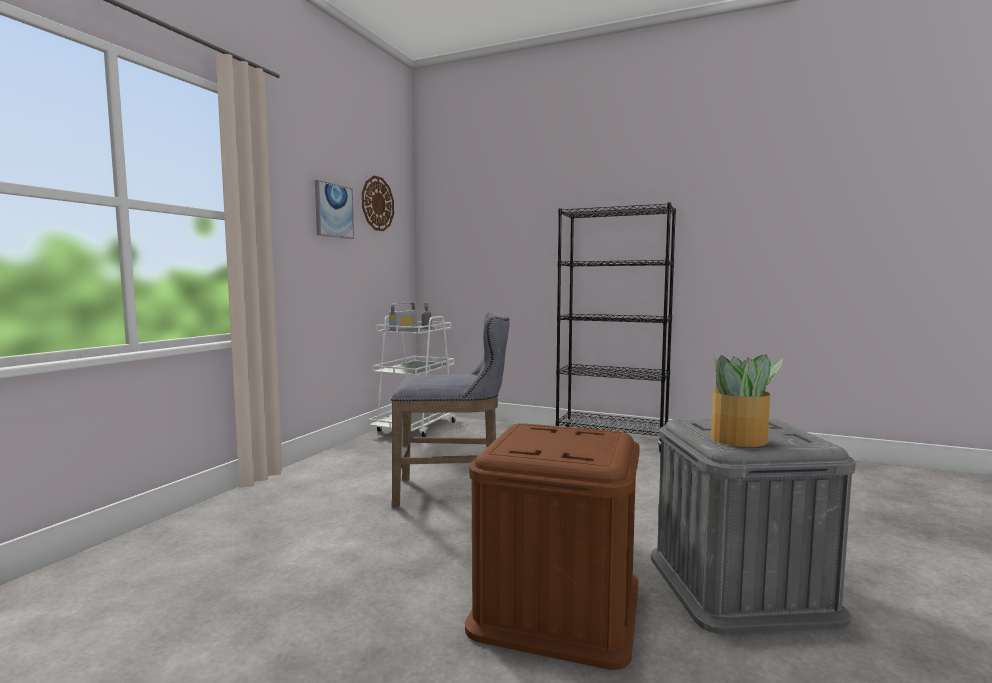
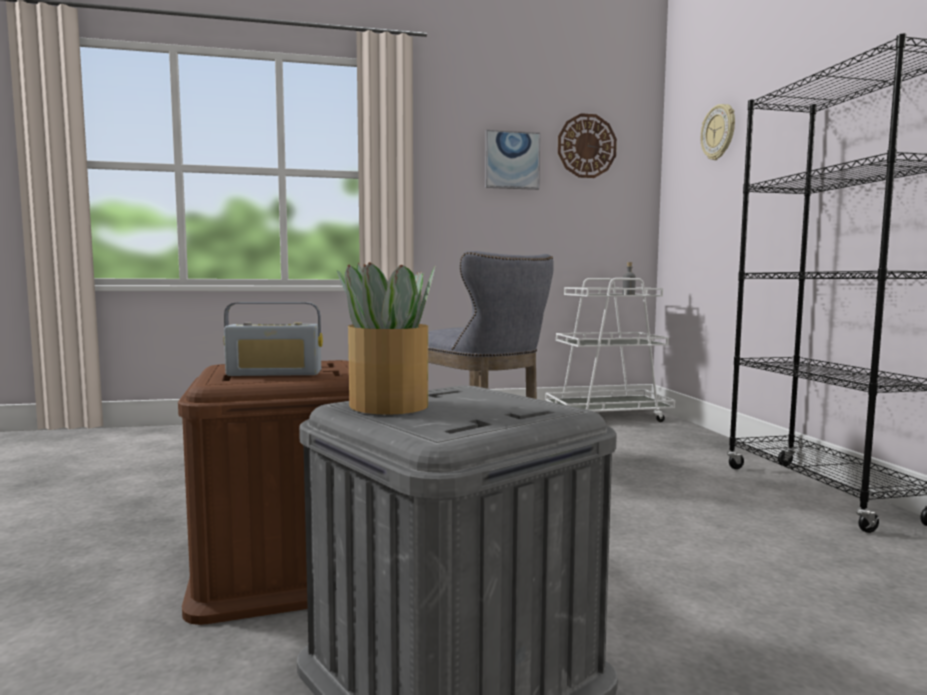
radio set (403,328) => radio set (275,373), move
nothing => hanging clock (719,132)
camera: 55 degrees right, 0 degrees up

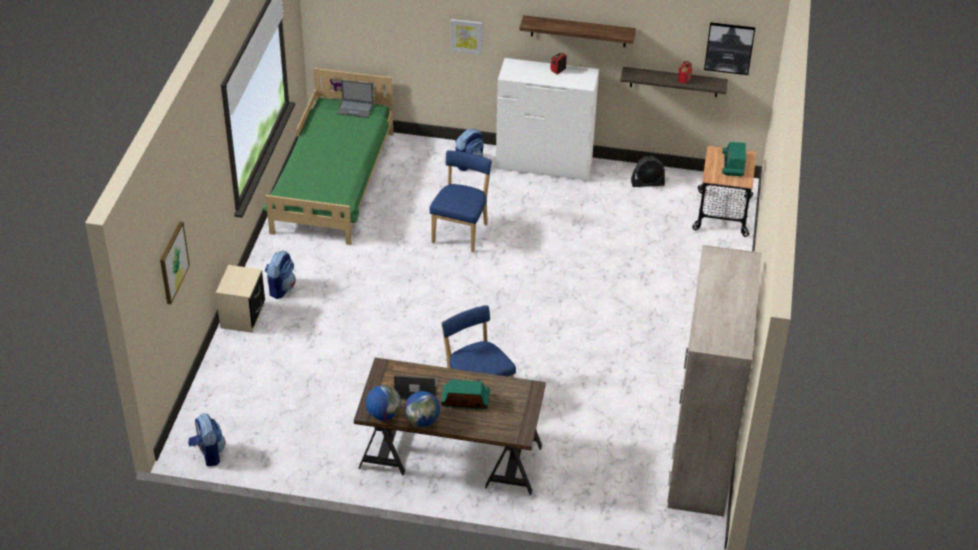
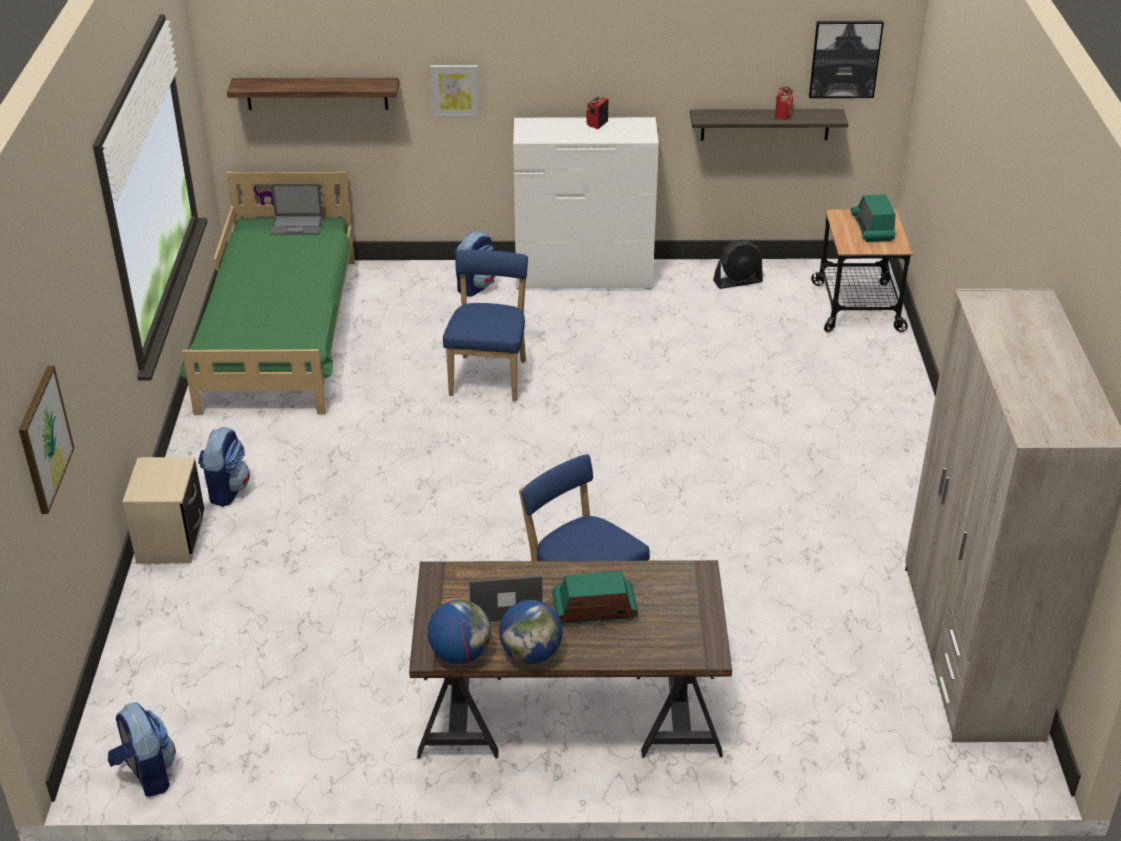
wall shelf (578,31) => wall shelf (317,93), move
camera: 10 degrees left, 5 degrees down

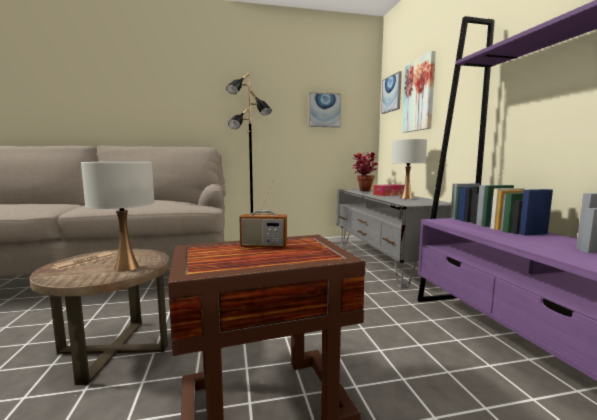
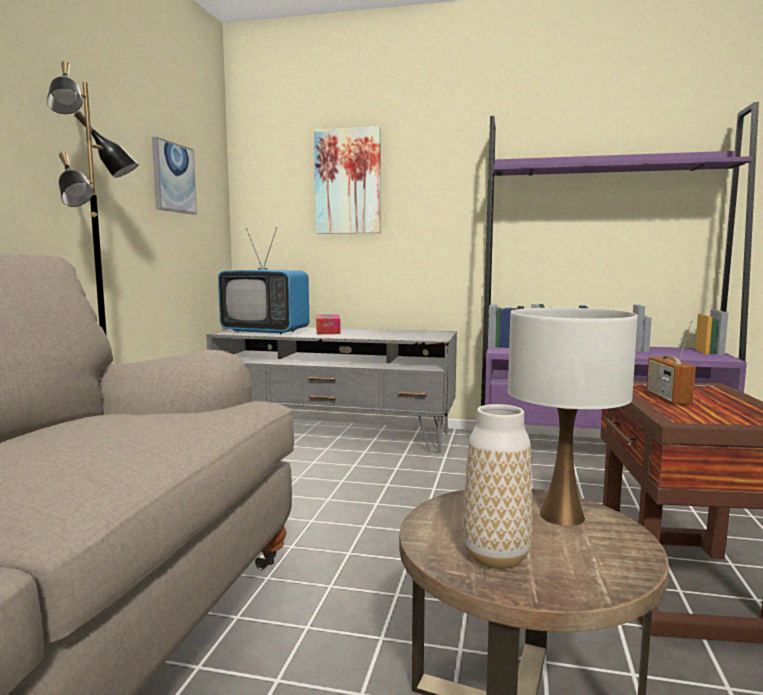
houseplant (363,191) => TV set (265,331)
printed paper (84,261) => decorative vase (495,556)
radio set (264,246) => radio set (668,398), 150 degrees clockwise
wall picture (391,93) => nothing
table lamp (white-coloured) (406,198) => nothing
camera: 65 degrees left, 0 degrees up

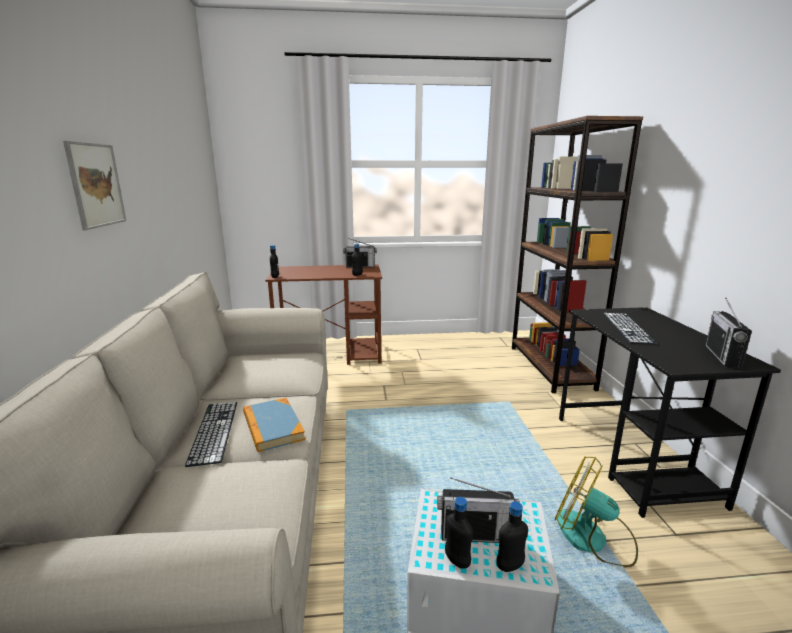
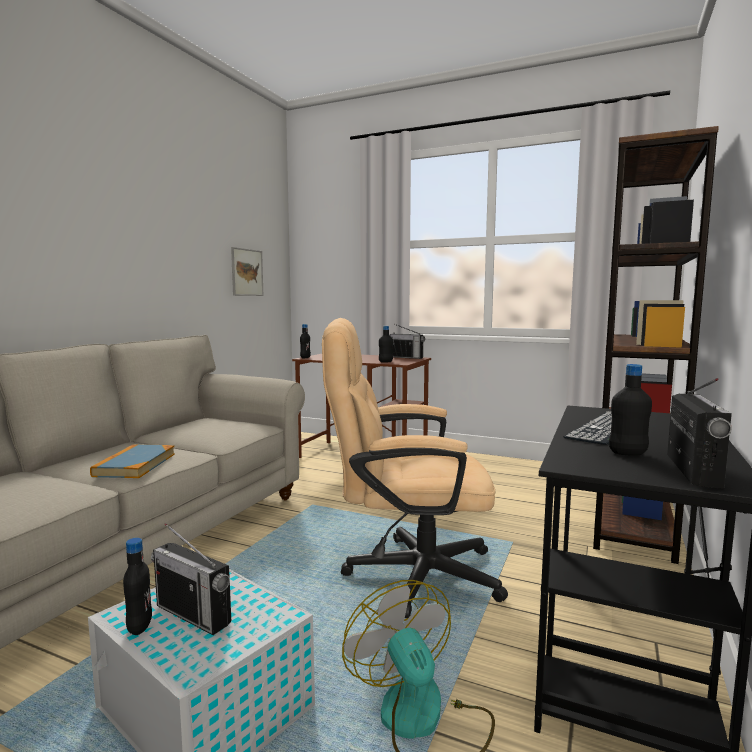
wall picture (96,185) => wall picture (247,272), move
nothing => office chair (beige) (407,574)
bottle (black-coloured) (510,566) => bottle (black-coloured) (628,453), move
radio set (722,356) => radio set (693,471), 150 degrees clockwise
computer keyboard (214,431) => nothing
camera: 30 degrees right, 10 degrees down

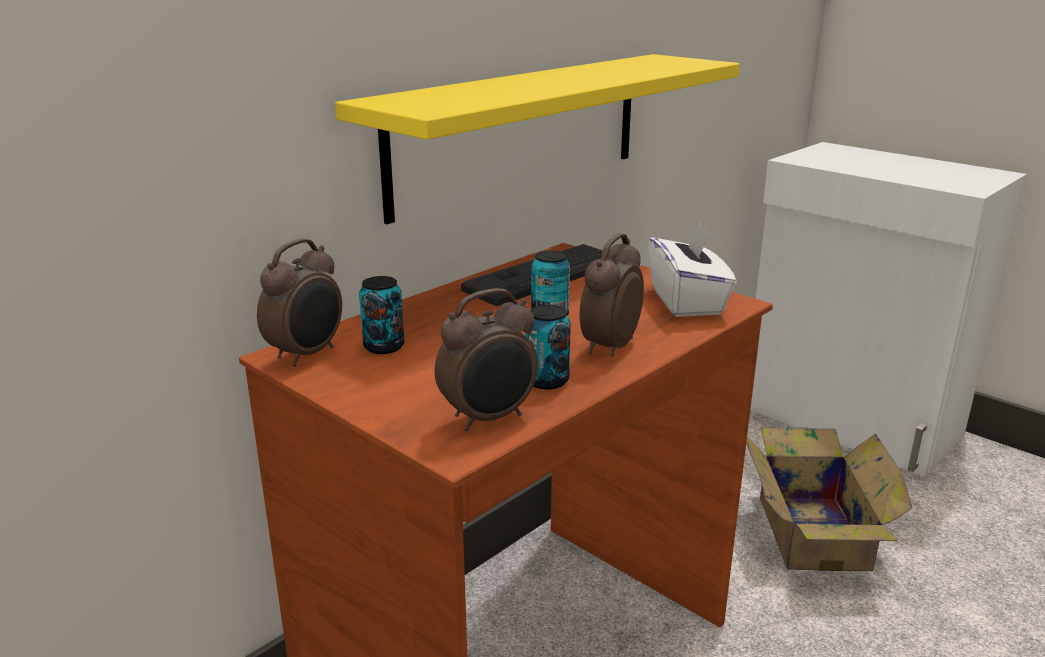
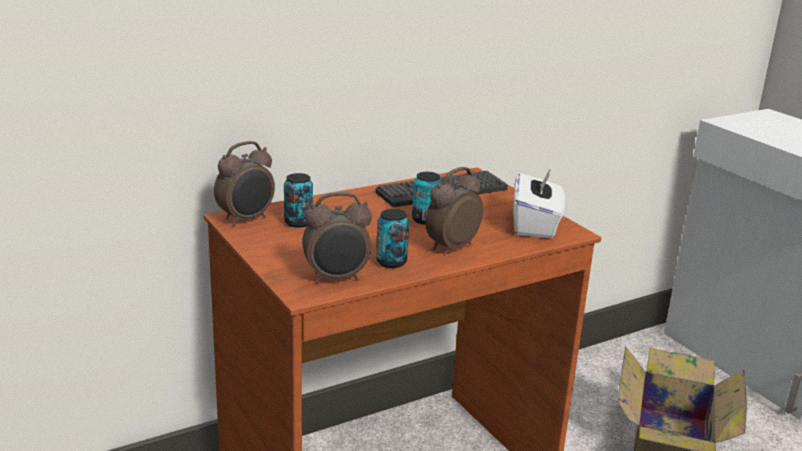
wall shelf (yellow) (520,131) => nothing
camera: 15 degrees right, 0 degrees up

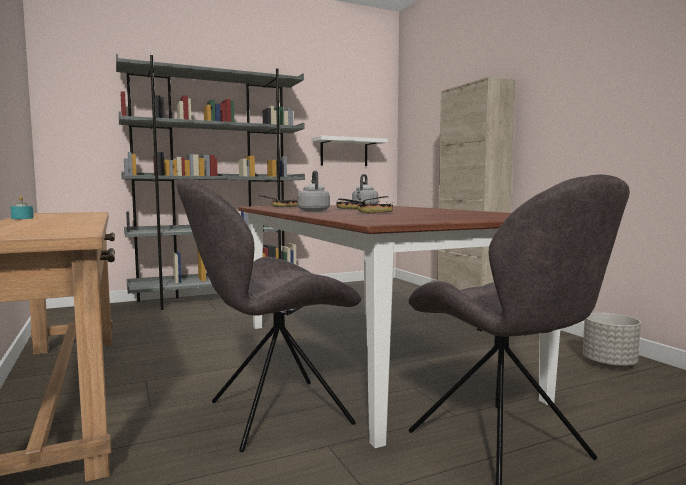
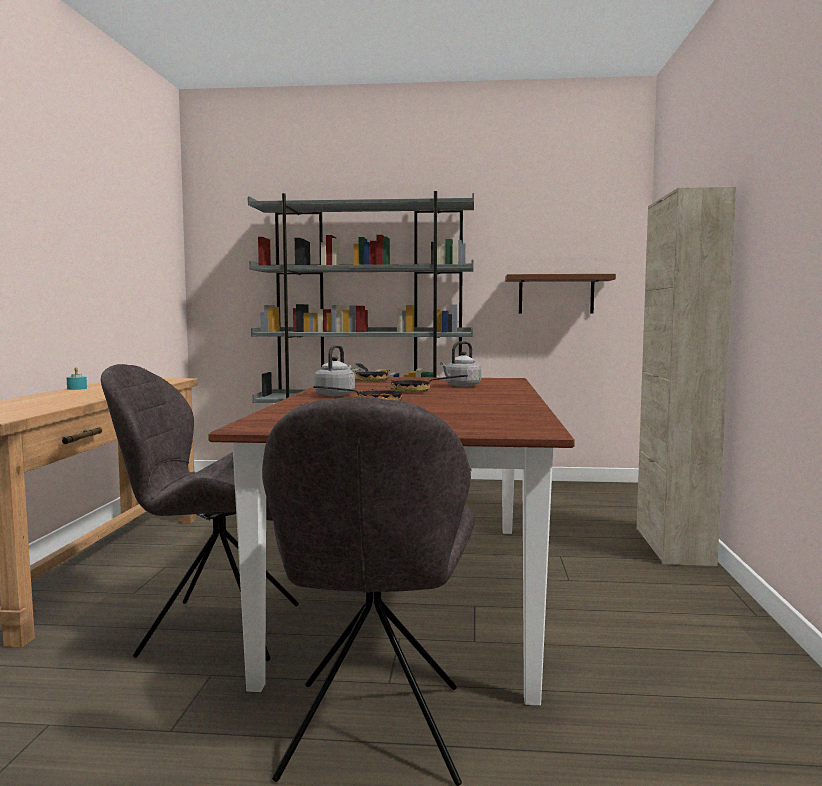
wall shelf (white-coloured) (344,152) => wall shelf (brown-coloured) (556,294)
planter (grey) (609,364) => nothing
camera: 30 degrees right, 0 degrees up

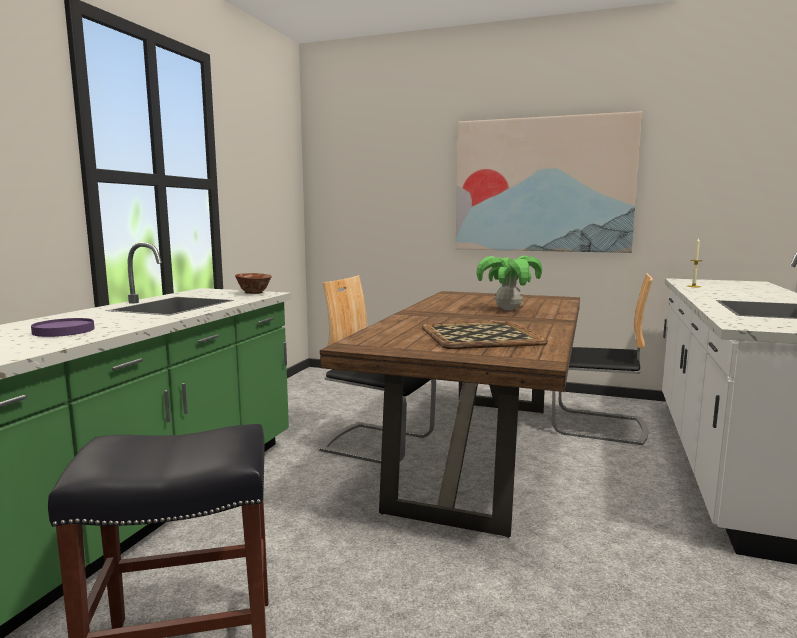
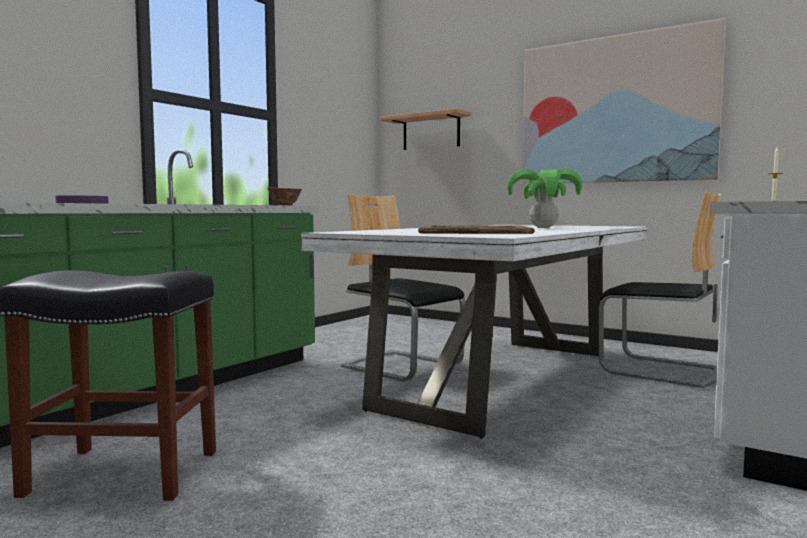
dinner table (brown-coloured) (478,453) => dinner table (white-coloured) (501,380)
nothing => wall shelf (431,132)
camera: 15 degrees right, 5 degrees down

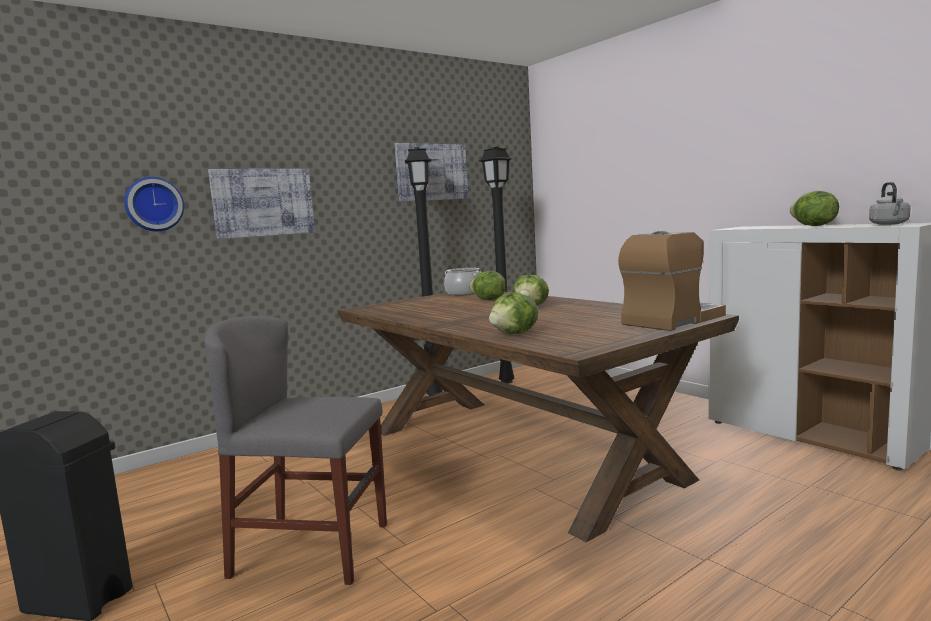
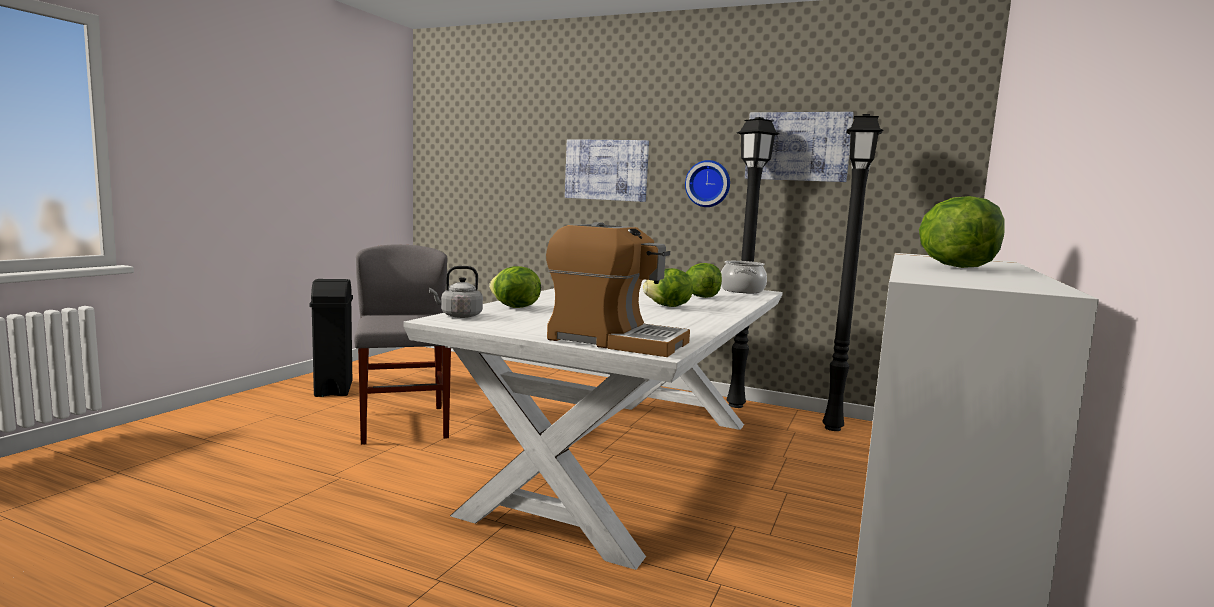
dinner table (brown-coloured) (514,452) => dinner table (white-coloured) (624,461)
kettle (grey) (889,224) => kettle (grey) (459,316), move
hanging clock (154,204) => hanging clock (708,184), move
camera: 60 degrees right, 0 degrees up

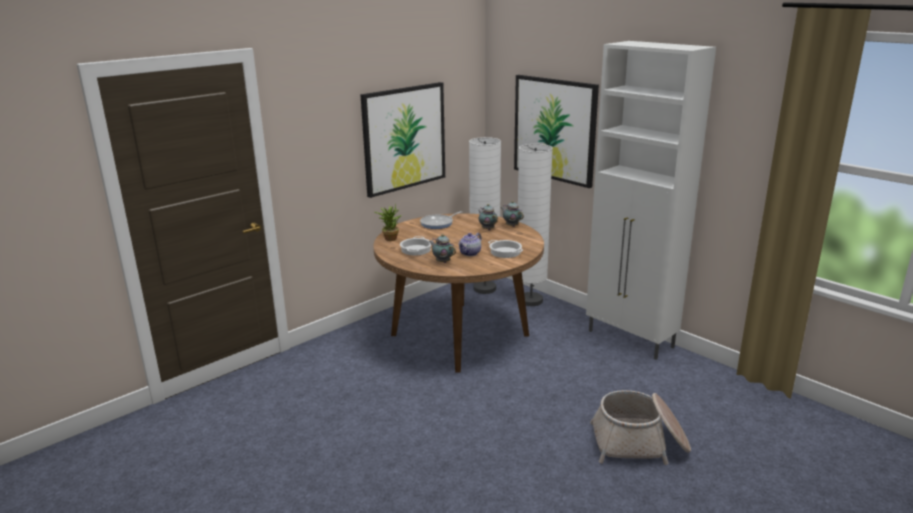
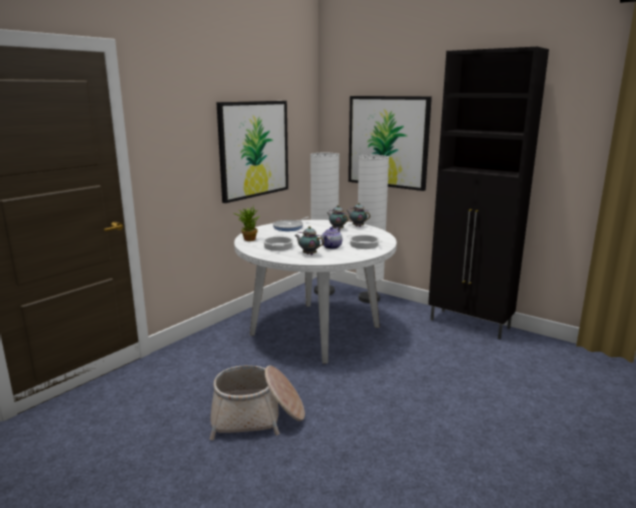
basket (639,443) => basket (257,417), move
dinner table (brown-coloured) (460,335) => dinner table (white-coloured) (315,330)
cabinet (white-coloured) (631,339) => cabinet (black-coloured) (470,324)
camera: 10 degrees left, 5 degrees down

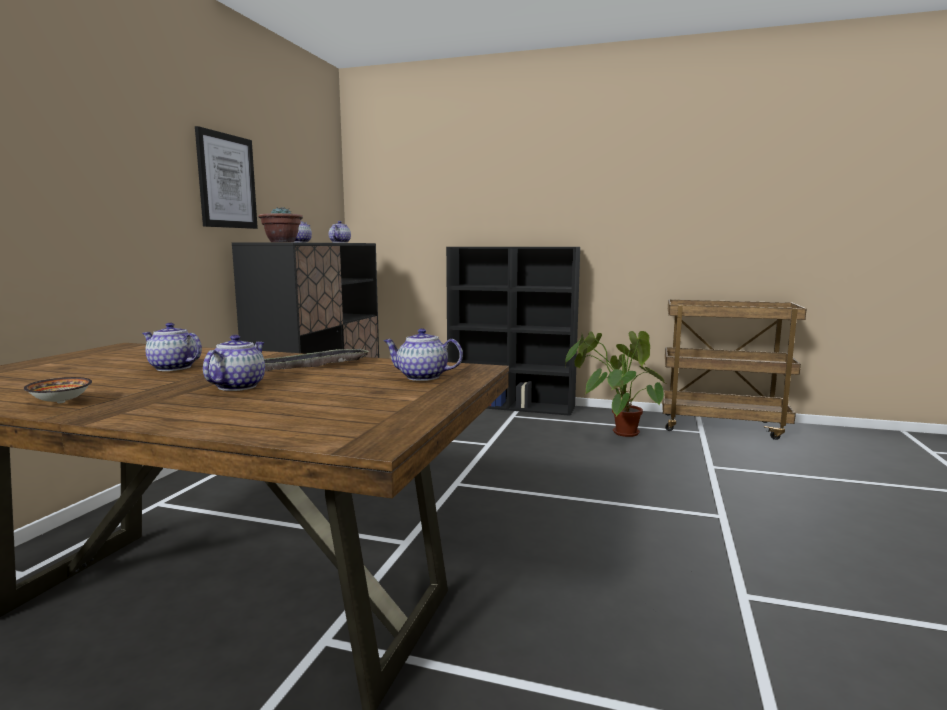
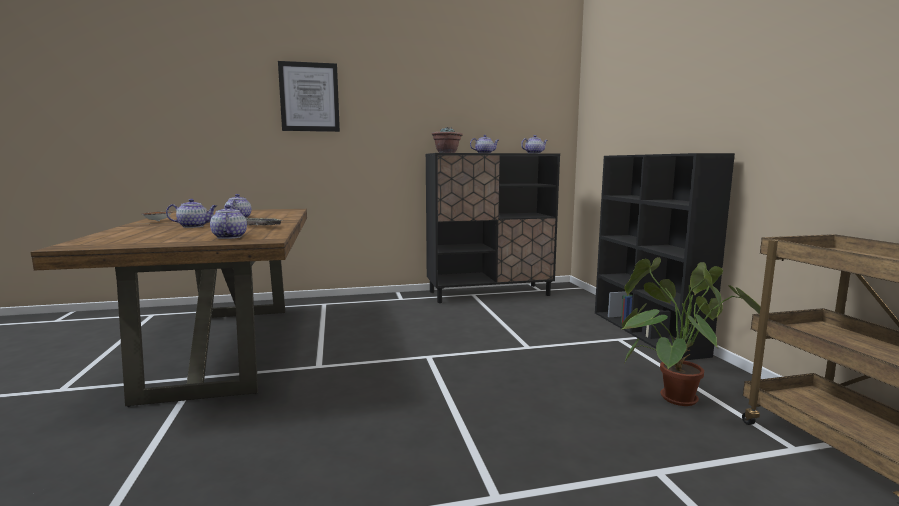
wall picture (226,181) => wall picture (309,97), move
camera: 60 degrees right, 0 degrees up

